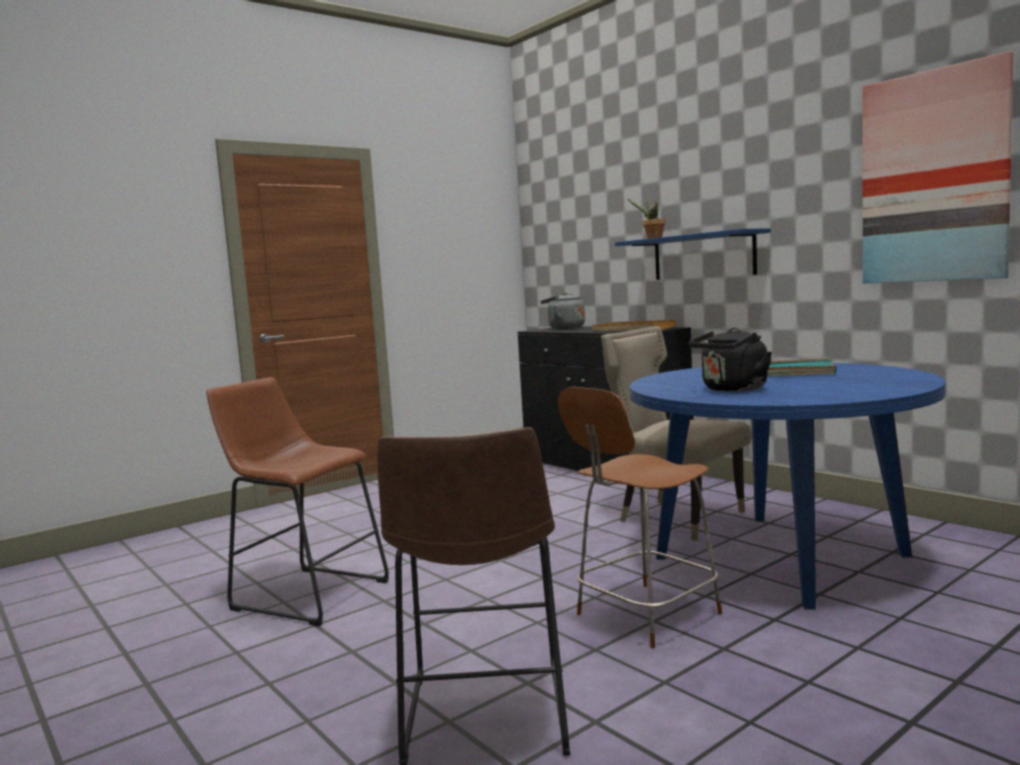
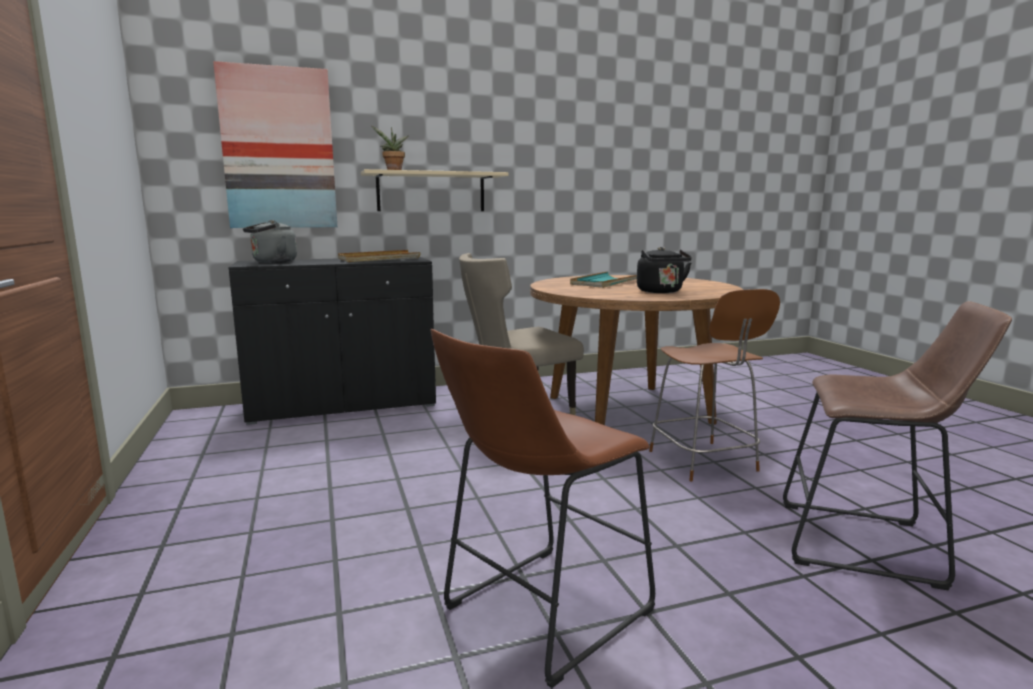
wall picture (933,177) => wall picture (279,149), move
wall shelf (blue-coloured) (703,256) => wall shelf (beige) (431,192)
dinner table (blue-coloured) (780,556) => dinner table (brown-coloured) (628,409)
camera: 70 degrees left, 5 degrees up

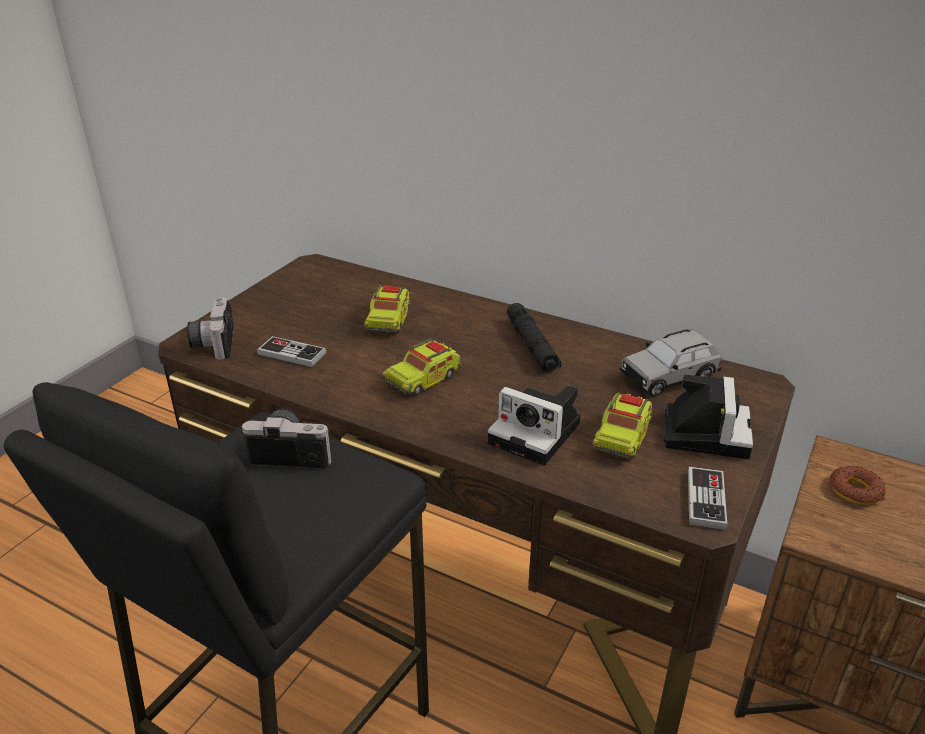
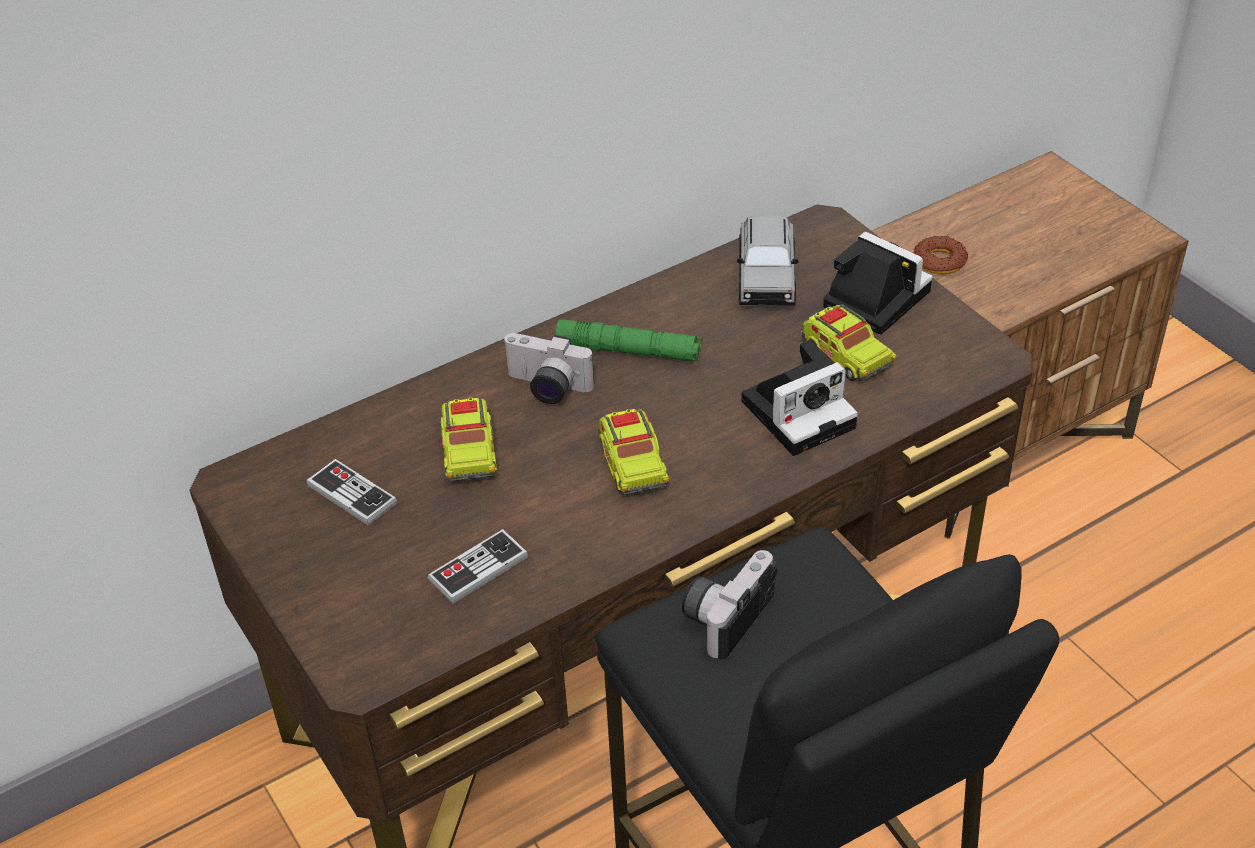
gamepad (706,499) => gamepad (352,494), move
toy truck (388,320) => toy truck (469,452), 45 degrees clockwise
still camera (213,342) => still camera (546,388), move
torch (black-coloured) (532,345) => torch (green) (629,351)
camera: 60 degrees left, 10 degrees up

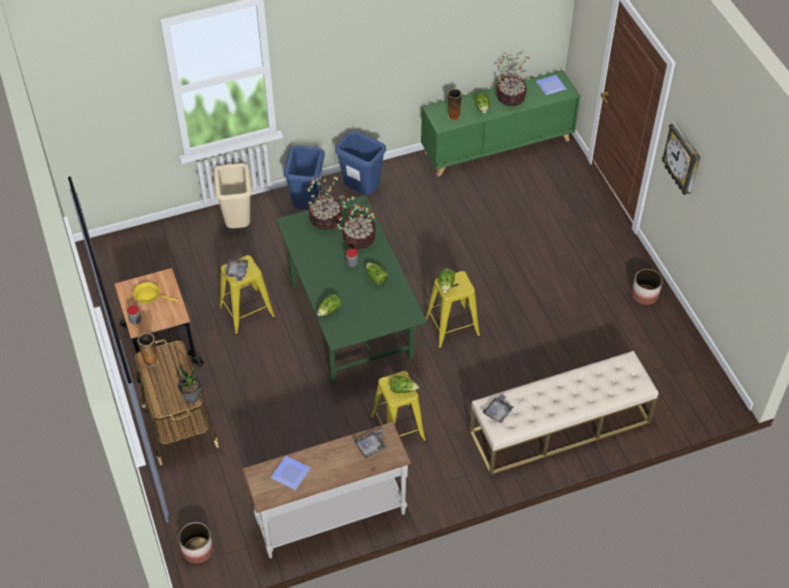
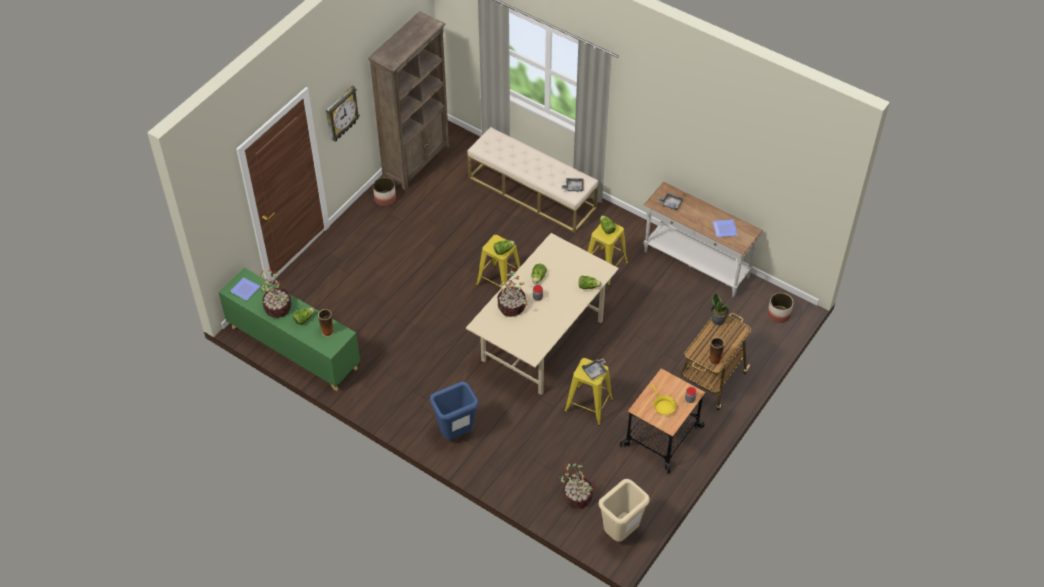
nothing => bookshelf (brown-coloured) (416,161)
dinner table (green) (352,321) => dinner table (beige) (542,339)
houseplant (326,219) => houseplant (576,496), move
trash can (beige) (238,224) => trash can (beige) (620,533), move
trash can (blue-coloured) (362,192) => nothing
camera: 125 degrees left, 0 degrees up

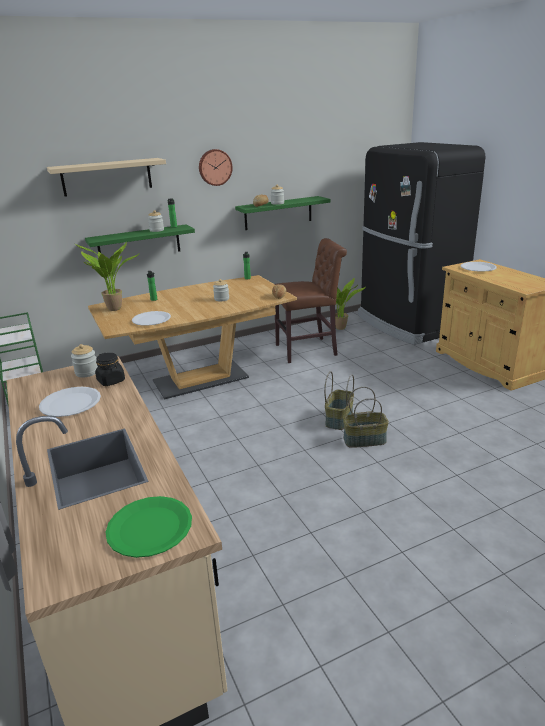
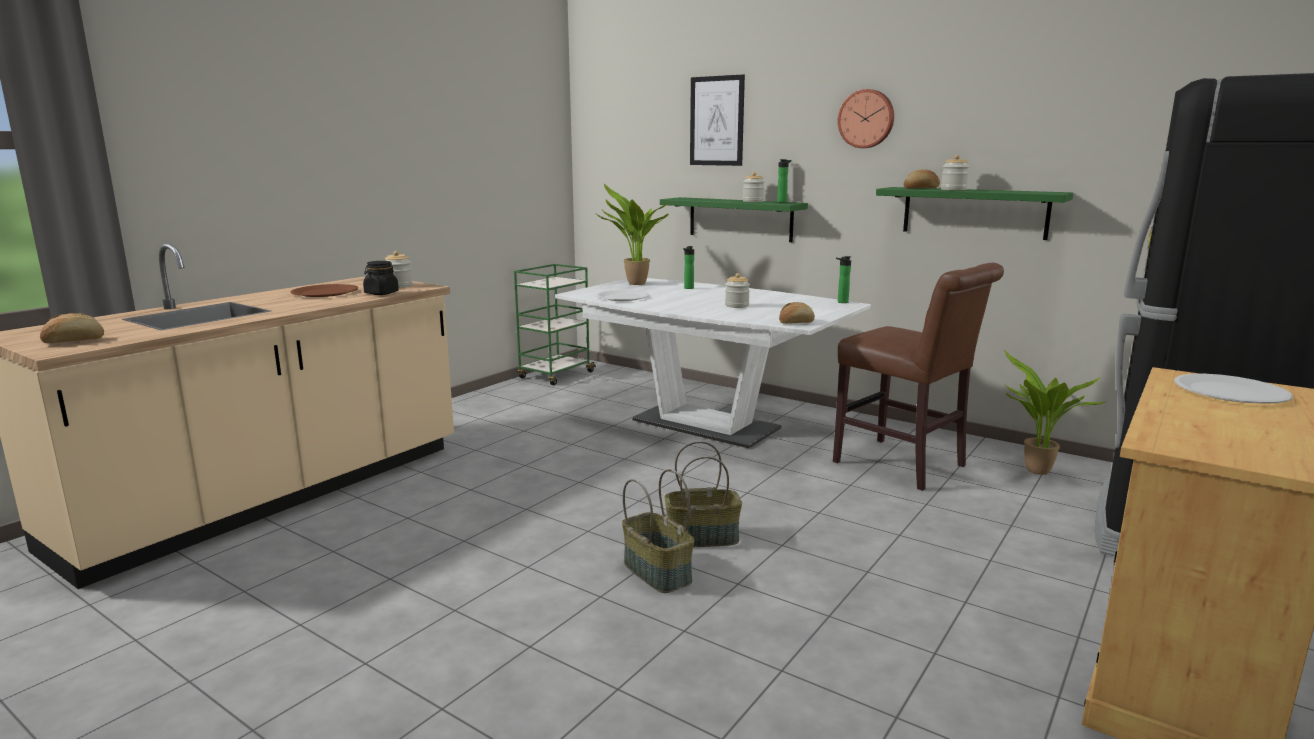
dinner plate (green) (150,528) => baked bread (74,341)
dinner plate (white-coloured) (70,403) => dinner plate (brown-coloured) (325,293)
dinner table (brown-coloured) (201,379) => dinner table (white-coloured) (705,425)
wall shelf (beige) (107,177) => wall picture (716,121)
camera: 60 degrees right, 10 degrees down

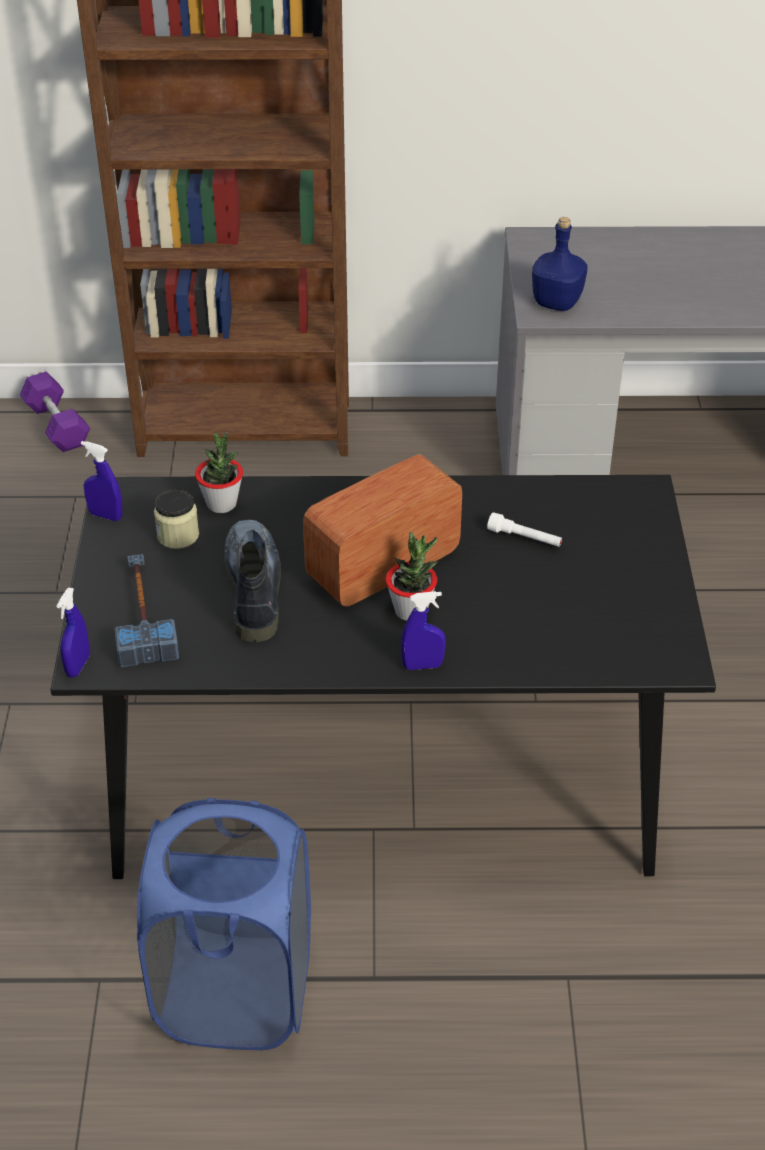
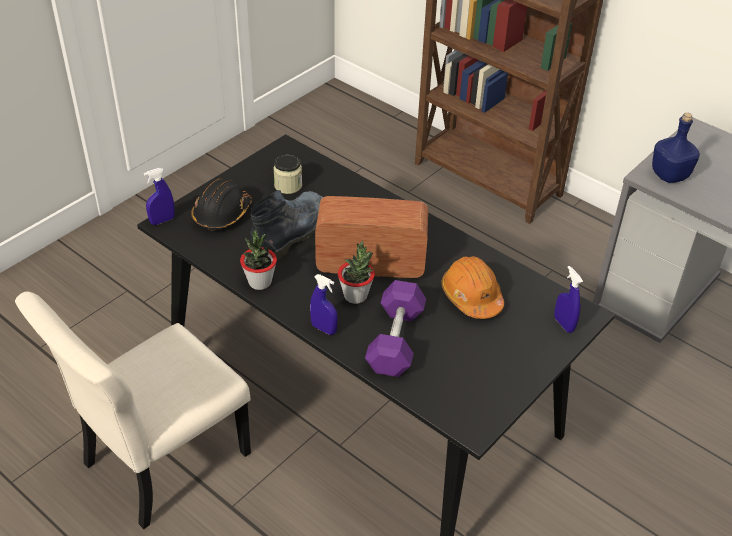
hamper (blue-coloured) (235,993) => plain chair (beige) (160,462)
hammer (143,614) => safety helmet (black-coloured) (222,214)
houseplant (222,504) => houseplant (260,282), move
hand weight (purple) (57,425) => hand weight (purple) (395,340), move
torch (white-coloured) (524,538) => safety helmet (orangey) (471,296)
spray bottle (blue-coloured) (106,515) => spray bottle (blue-coloured) (563,324), move
camera: 40 degrees right, 0 degrees up

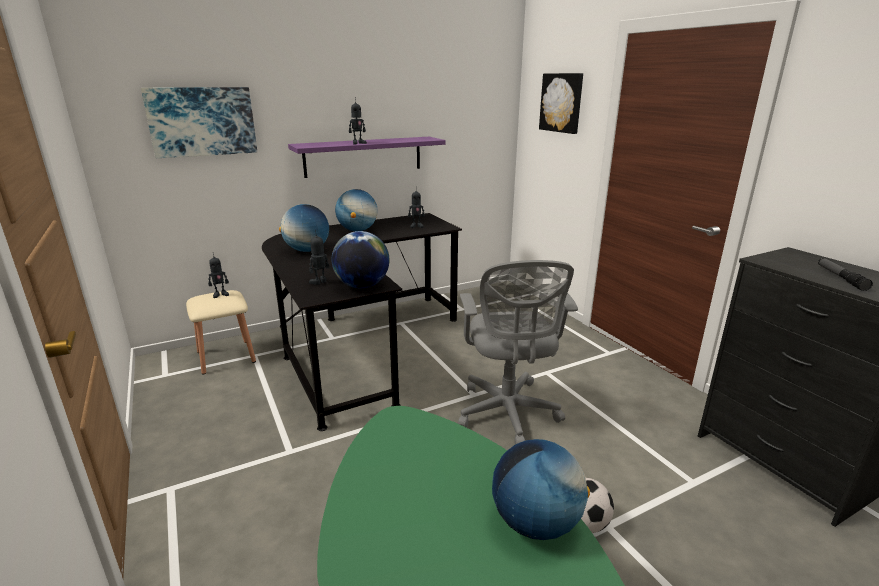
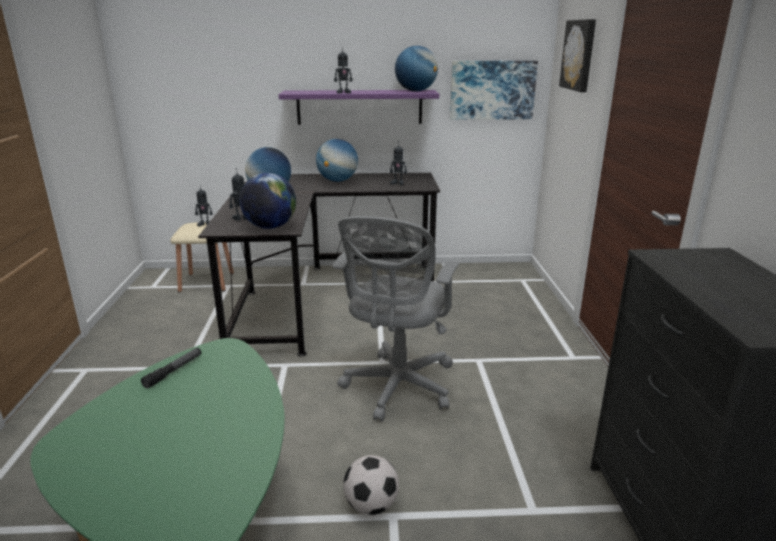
torch (840,278) => torch (174,371), move
world globe (535,522) => world globe (415,91), move
wall picture (202,121) => wall picture (492,90), move
camera: 25 degrees right, 0 degrees up

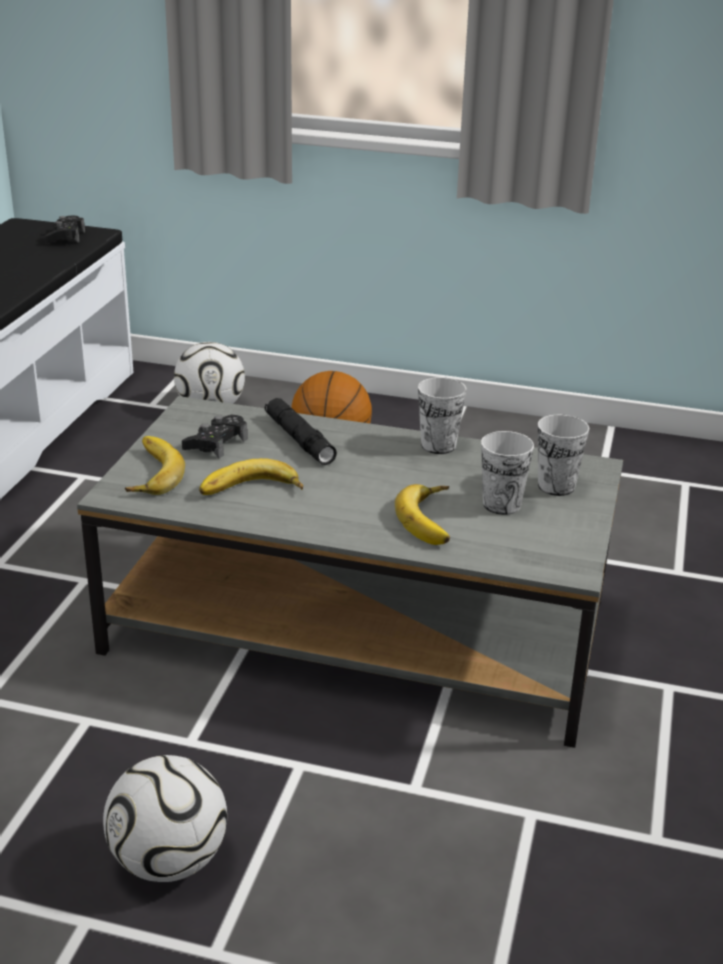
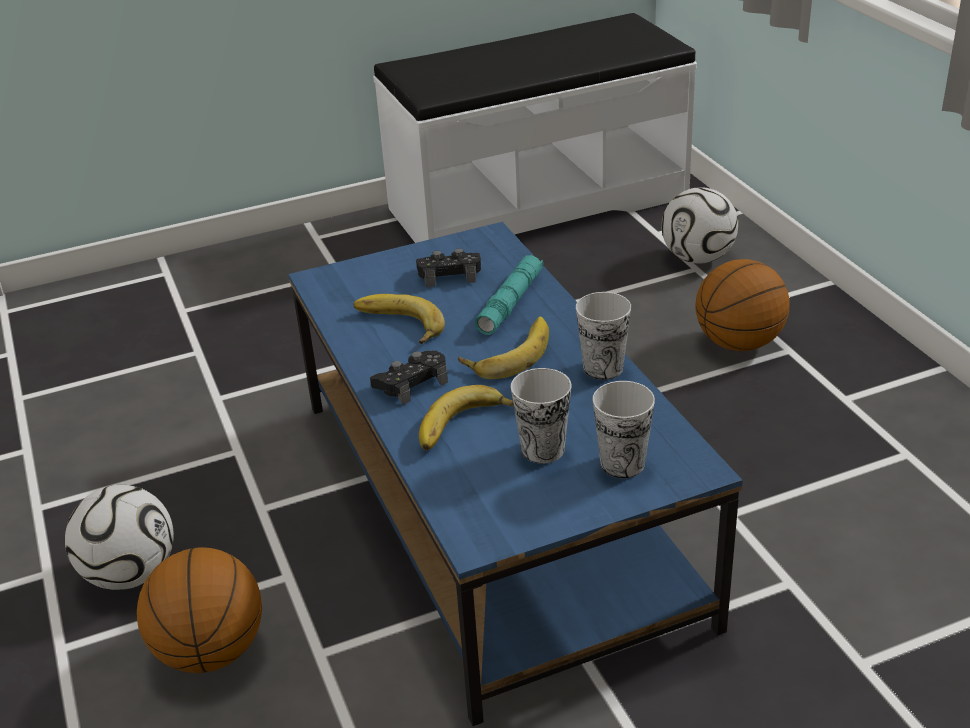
nothing => basketball (211,651)
coffee table (grey) (358,625) => coffee table (blue-coloured) (495,506)
gamepad (black-coloured) (65,237) => gamepad (black-coloured) (411,383), move
banana (148,472) => banana (508,352), move
torch (black-coloured) (299,439) => torch (turquoise-coloured) (510,302)
camera: 55 degrees right, 5 degrees up

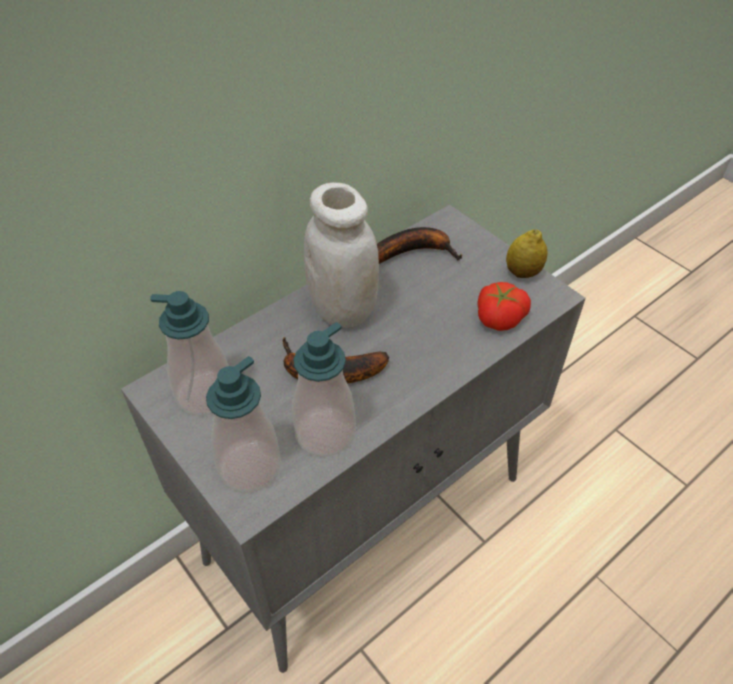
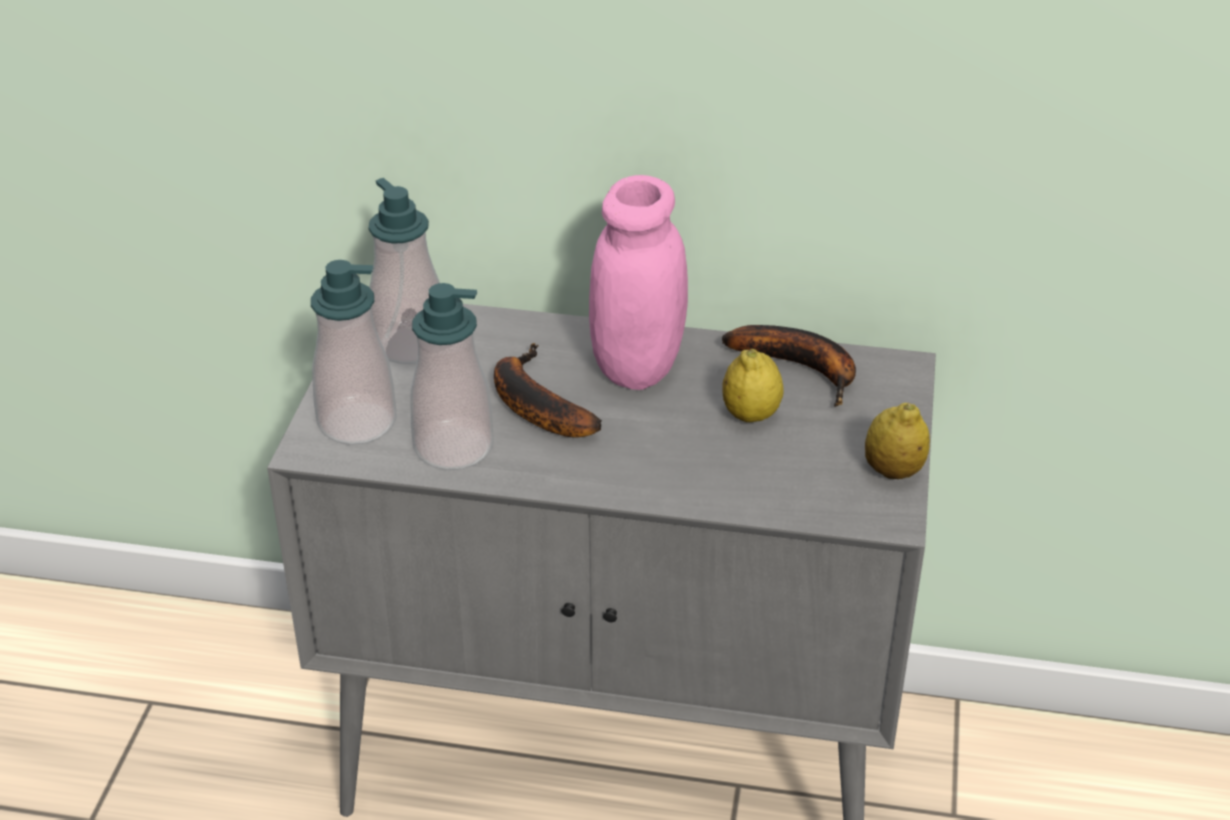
preserve jar (white-coloured) (343,310) => preserve jar (pink) (638,367)
nothing => lemon (751,415)
tomato (498,317) => nothing
camera: 50 degrees right, 10 degrees down

